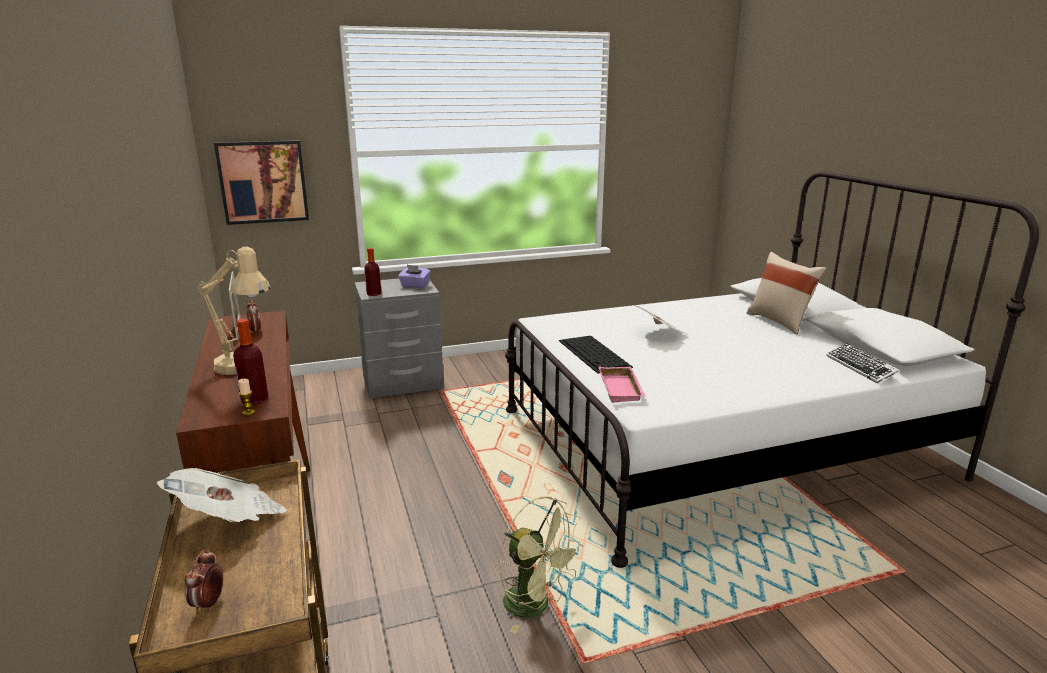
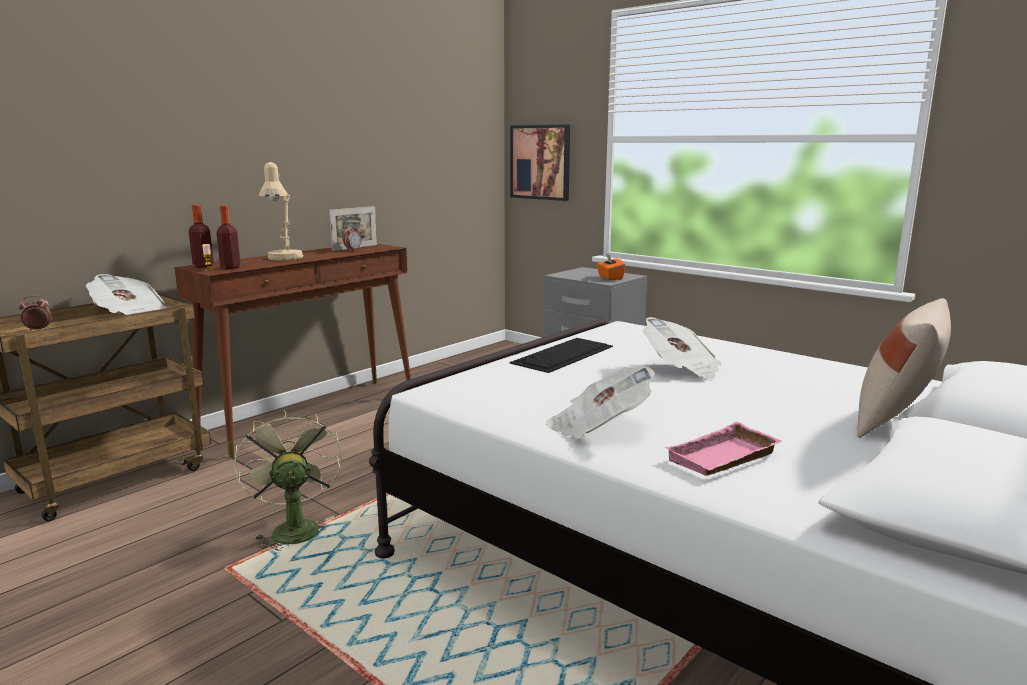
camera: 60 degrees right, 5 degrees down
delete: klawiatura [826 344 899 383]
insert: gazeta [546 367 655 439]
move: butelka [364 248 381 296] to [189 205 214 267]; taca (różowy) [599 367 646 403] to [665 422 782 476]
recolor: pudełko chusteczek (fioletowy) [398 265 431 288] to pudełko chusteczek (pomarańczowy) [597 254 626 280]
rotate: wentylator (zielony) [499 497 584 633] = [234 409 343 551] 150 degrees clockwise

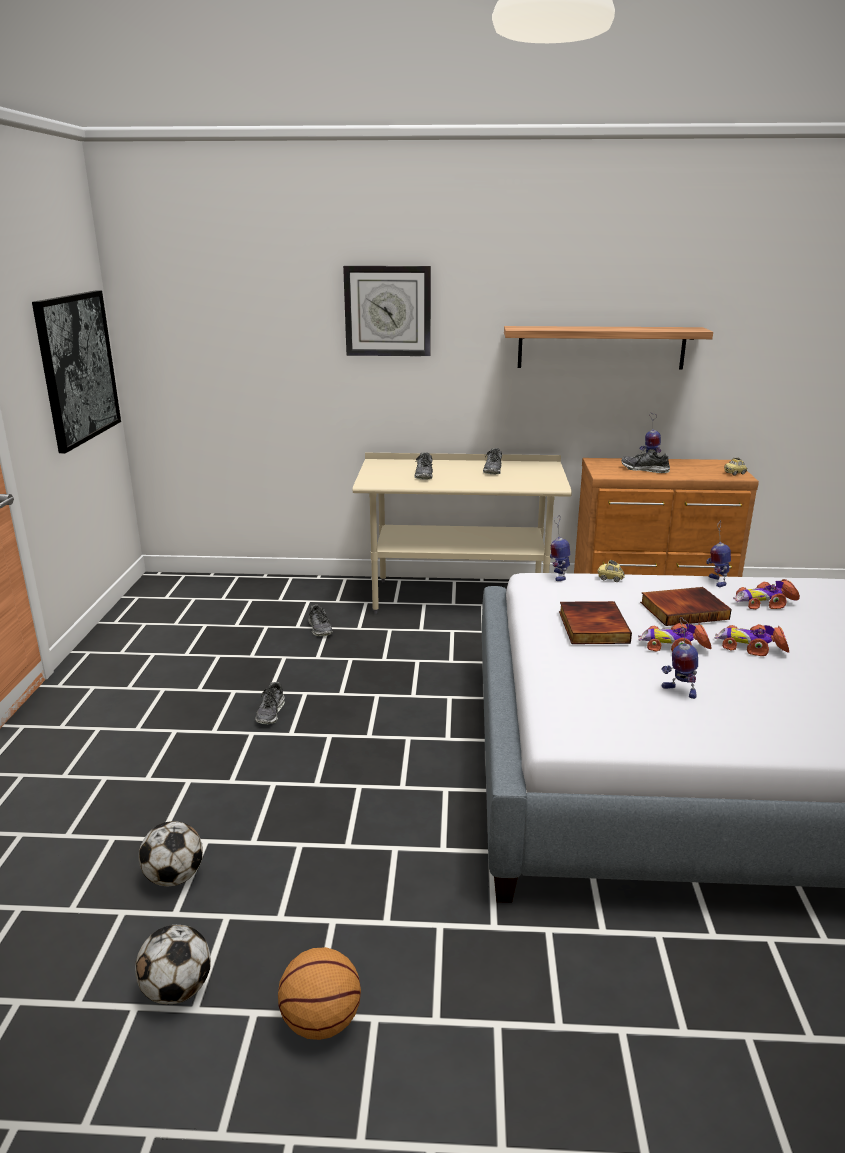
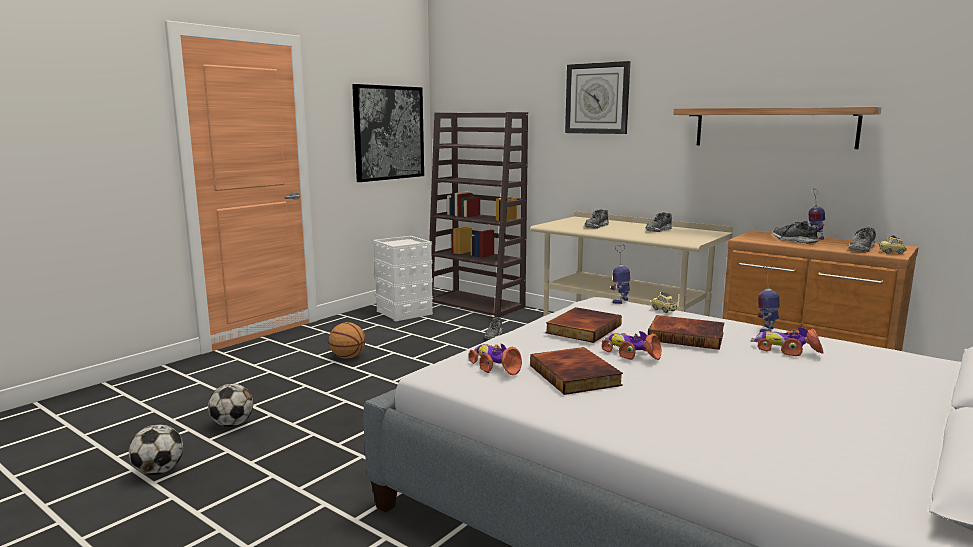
camera: 35 degrees right, 10 degrees down
insert: pojemnik do przechowywania (biały) [373 236 433 321]; regał (brązowy) [429 112 528 318]
move: but [255 682 285 724] to [848 227 876 252]; piłka do koszykówki [278 947 361 1040] to [329 322 365 359]; samochodzik [715 624 789 656] to [469 344 522 375]
replace: robot zabawkowy [661 617 698 699] to książka [530 347 623 395]

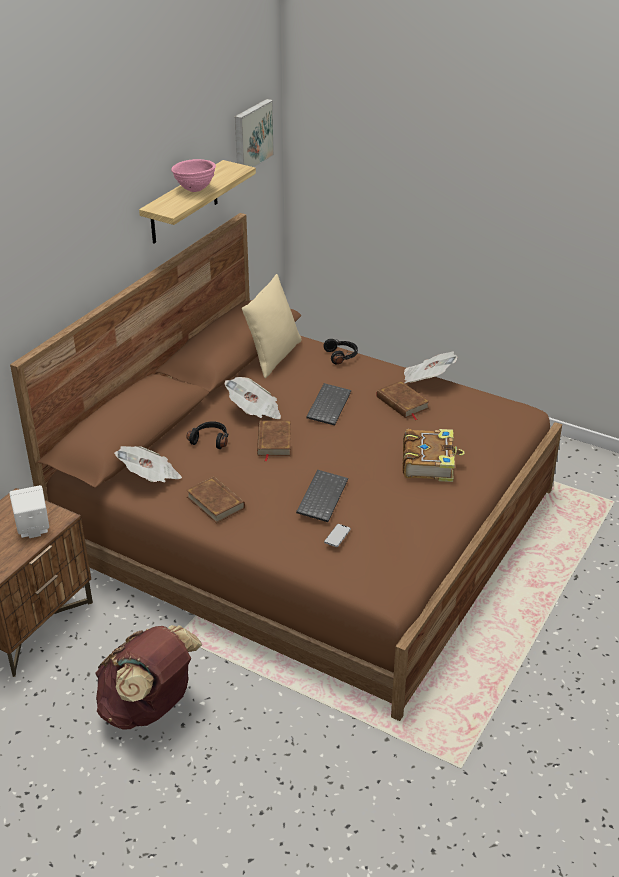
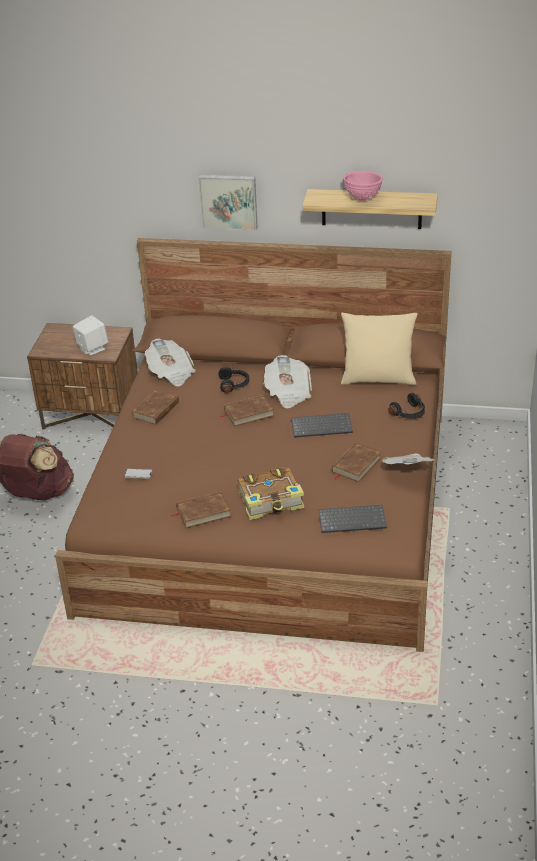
camera: 70 degrees right, 0 degrees up
insert: książka (brązowy) [171 491 231 528]
move: obraz [235 99 274 167] to [199 175 258 230]; klawiatura [296 470 348 522] to [319 505 387 533]

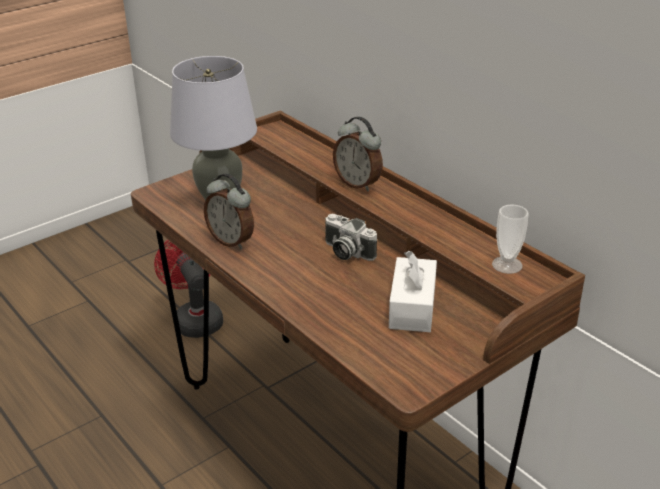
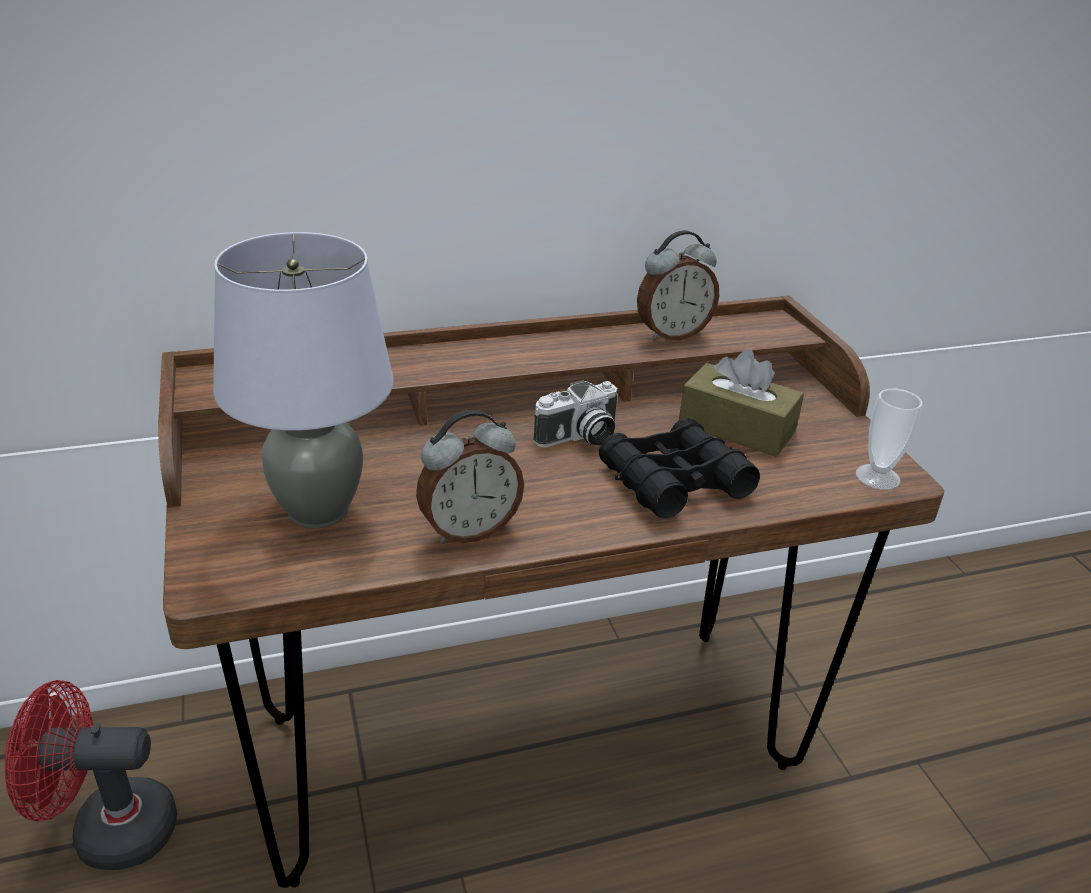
camera: 70 degrees left, 0 degrees up
insert: lornetka (czarny) [599 418 760 518]
move: budzik [333 117 383 192] to [637 231 719 341]; filiżanka [492 204 529 274] to [856 389 923 490]
recolor: pudełko chusteczek (biały) [389 251 437 332] to pudełko chusteczek (brązowy) [679 350 804 456]

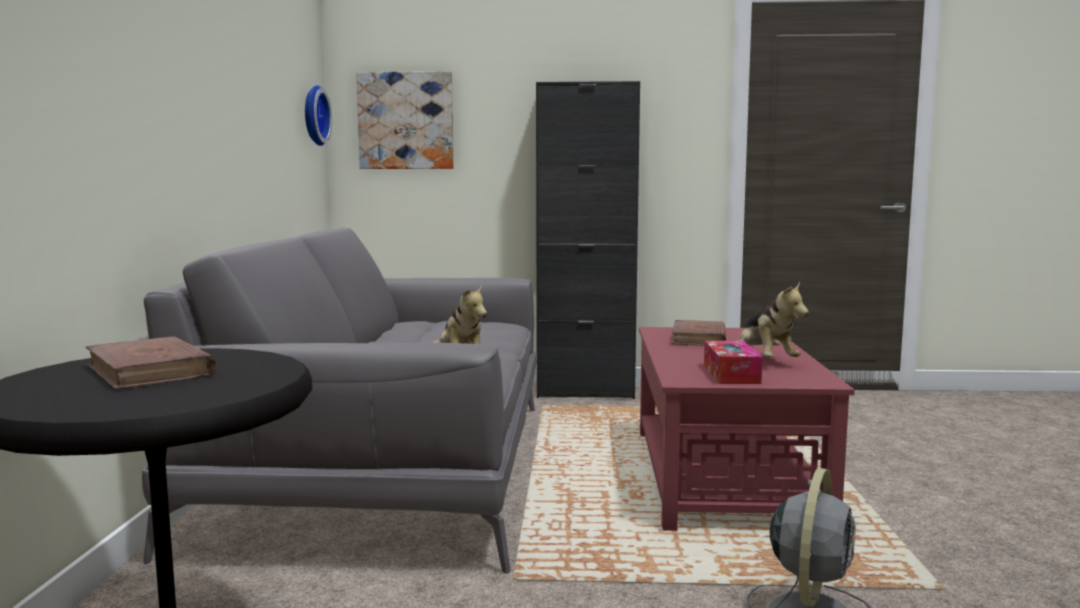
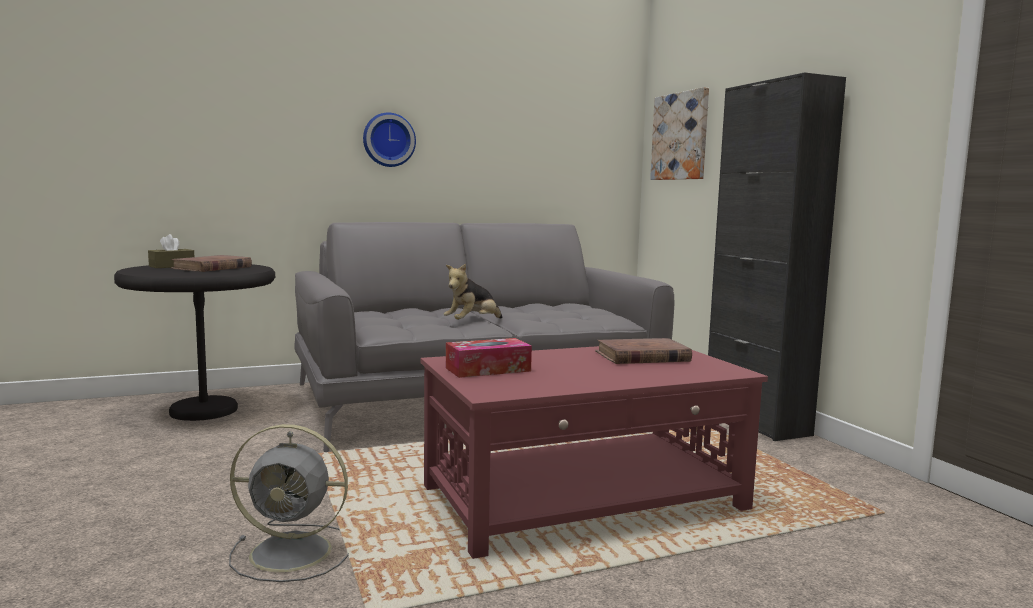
camera: 65 degrees right, 0 degrees up
delete: pluszak [737 282 809 357]
insert: pudełko chusteczek (brązowy) [148 234 194 268]
move: zegar ścienny [305 85 332 146] to [363 112 416 167]

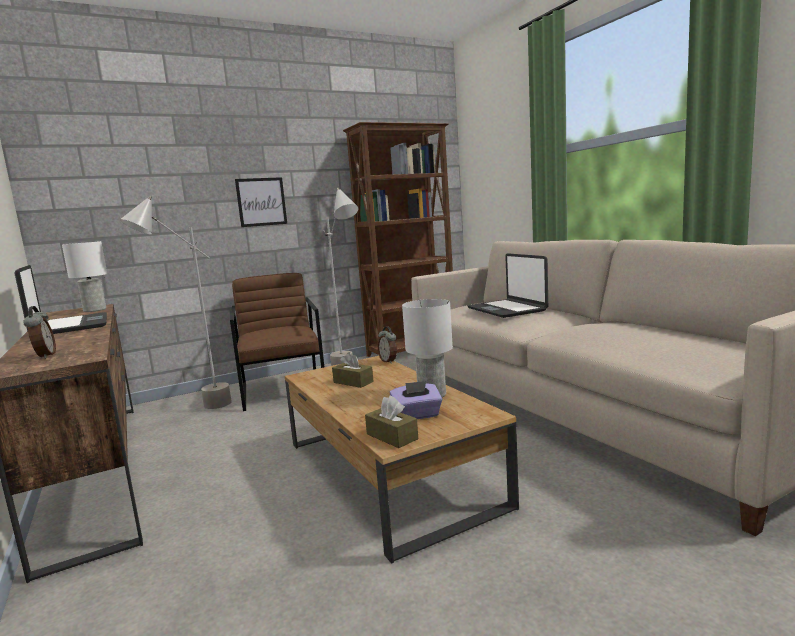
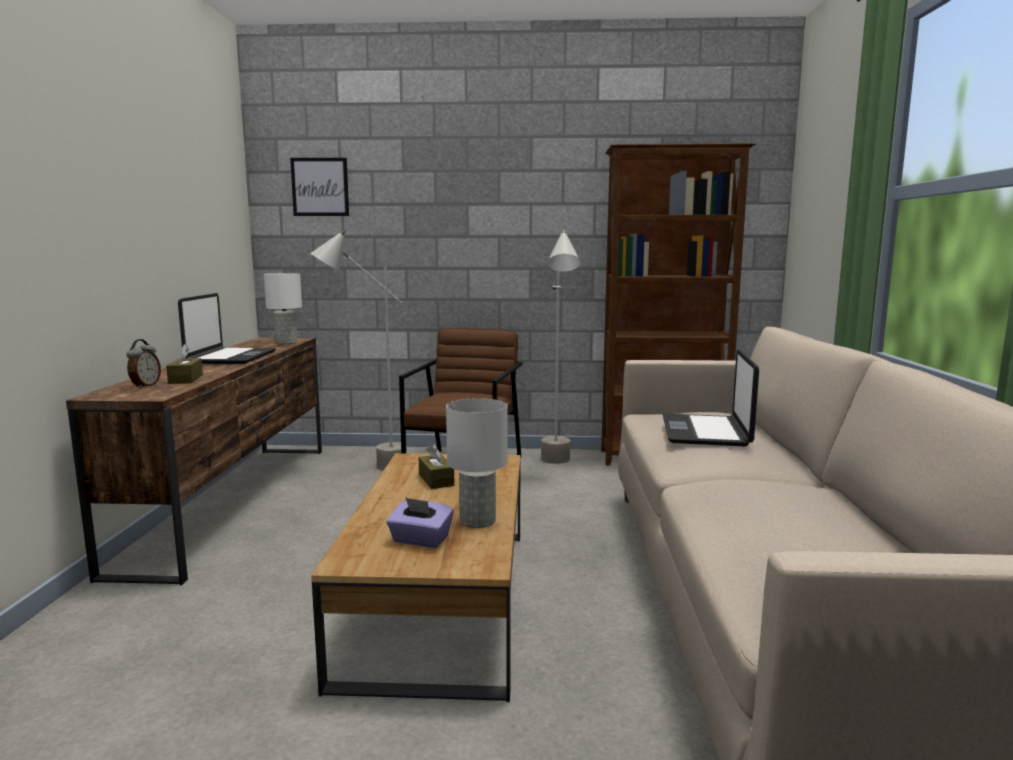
camera: 30 degrees right, 0 degrees up
delete: budzik [378 326 397 364]
move: obraz [235 177 287 227] to [290 158 349 216]; pudełko chusteczek (brązowy) [365 396 418 448] to [166 344 203 384]

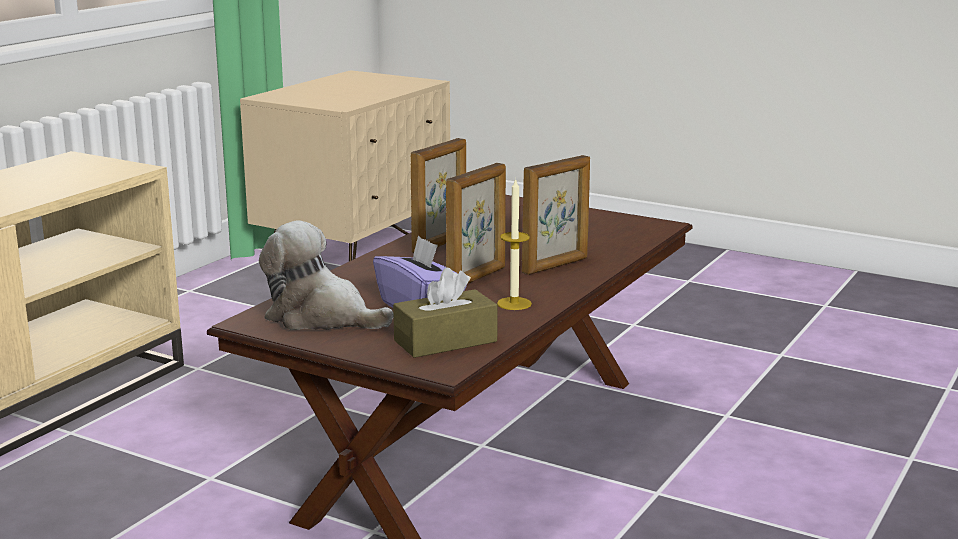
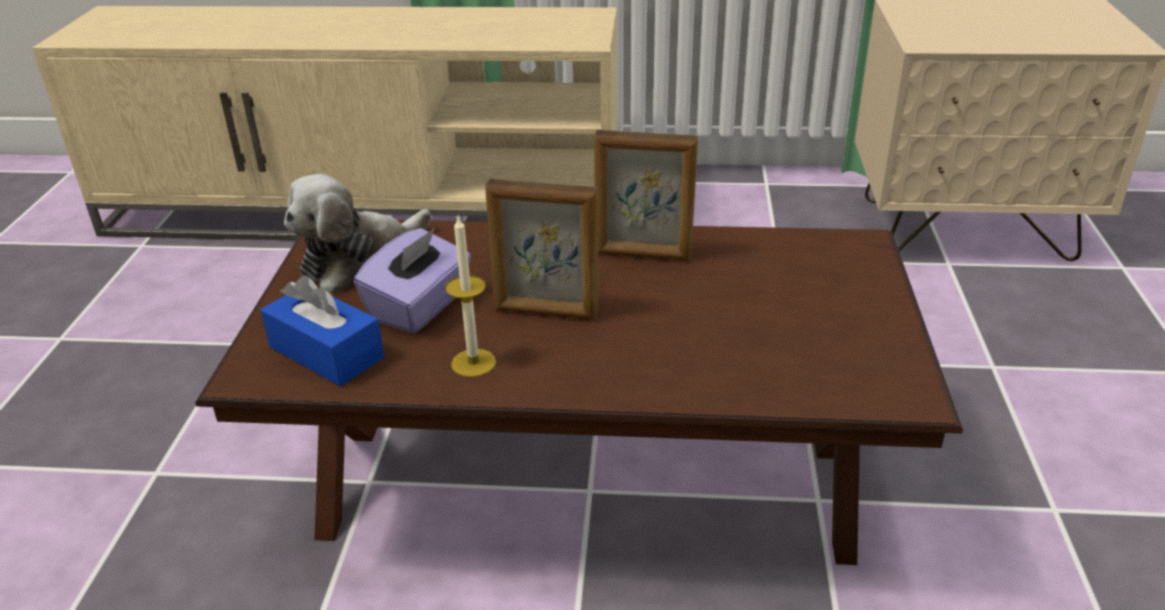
camera: 65 degrees right, 15 degrees up
delete: ramka na zdjęcie [522 155 590 275]
recolor: pudełko chusteczek (brązowy) [393 267 498 358] to pudełko chusteczek (niebieski) [261 276 385 386]
rotate: pluszak [259 220 394 330] = [284 174 431 294] 135 degrees counterclockwise

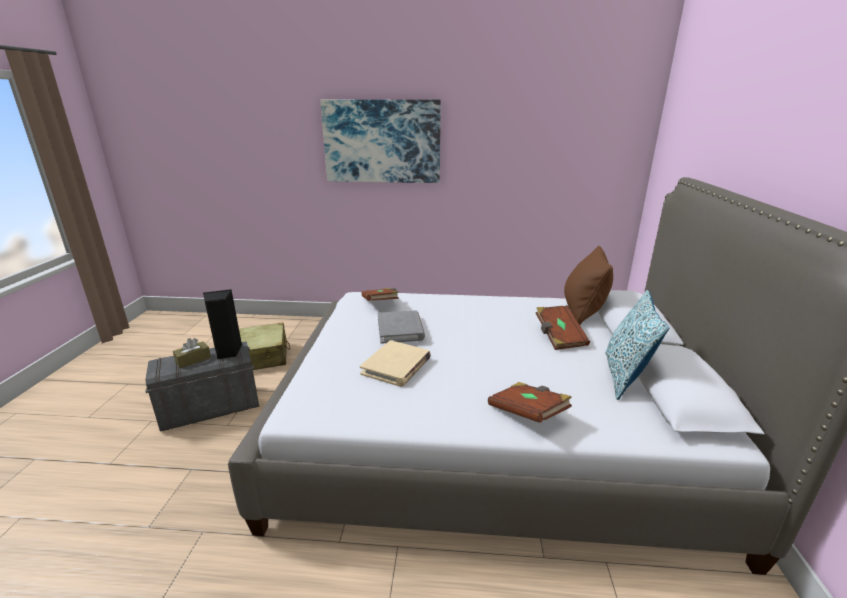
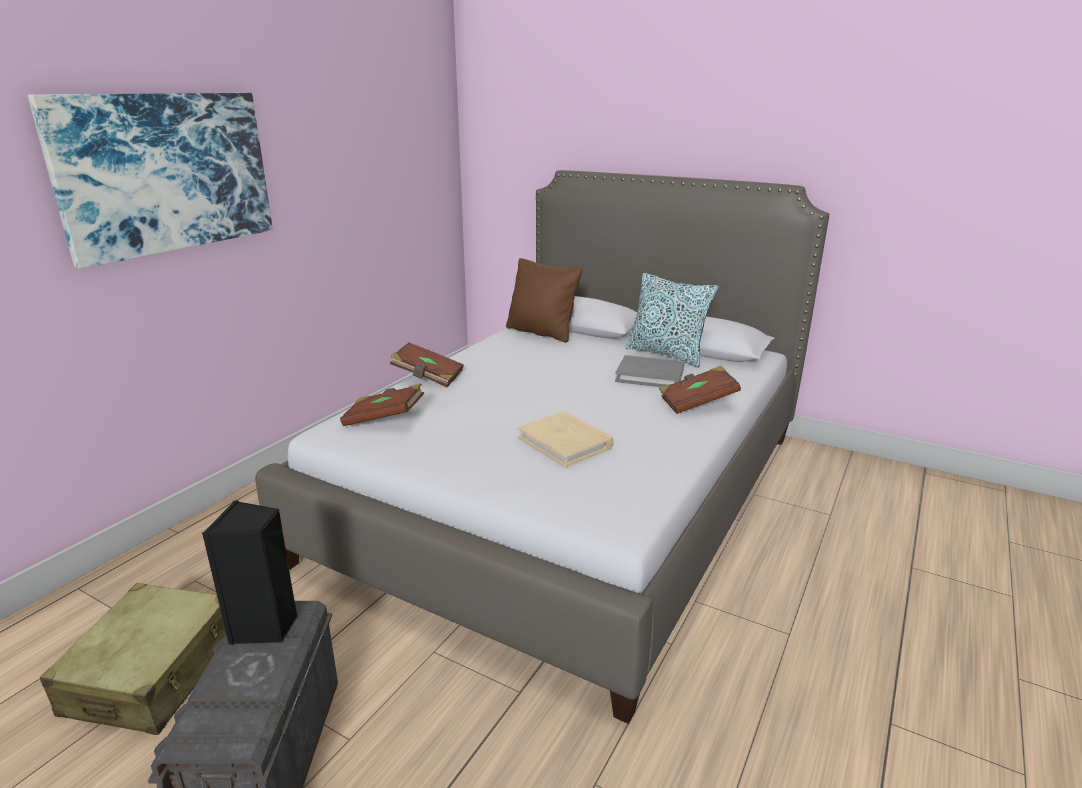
camera: 65 degrees left, 0 degrees up
delete: pudełko chusteczek (brązowy) [173 338 211 368]
move: książka (szary) [378 310 425 344] to [615 355 684 387]; książka (brązowy) [535 305 590 350] to [390 342 464 387]

